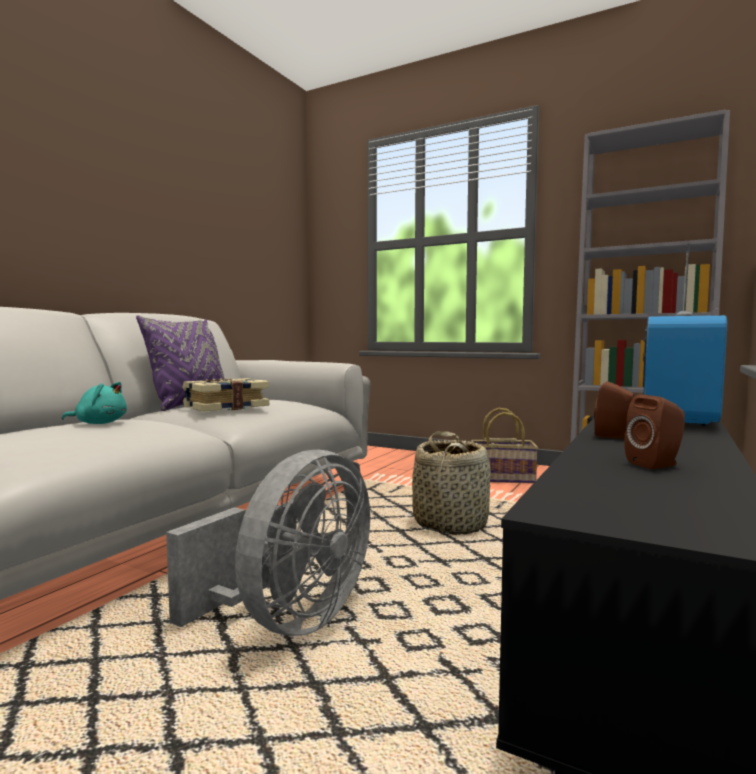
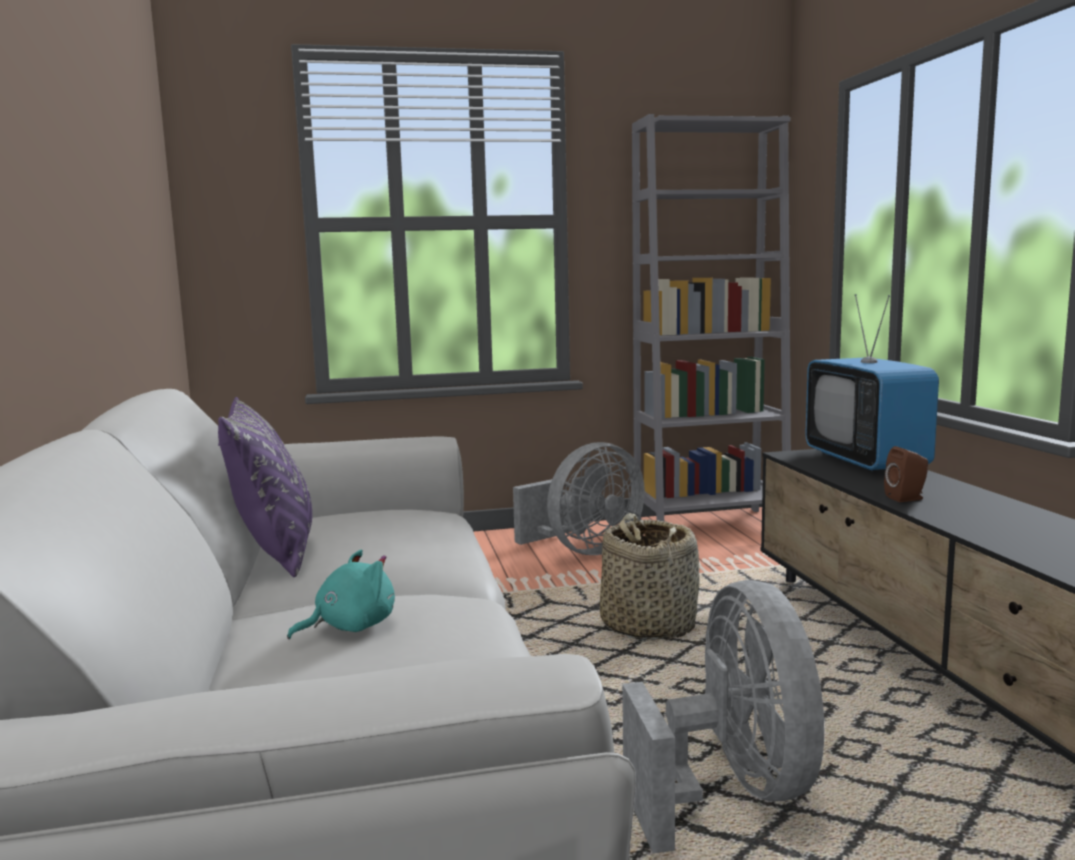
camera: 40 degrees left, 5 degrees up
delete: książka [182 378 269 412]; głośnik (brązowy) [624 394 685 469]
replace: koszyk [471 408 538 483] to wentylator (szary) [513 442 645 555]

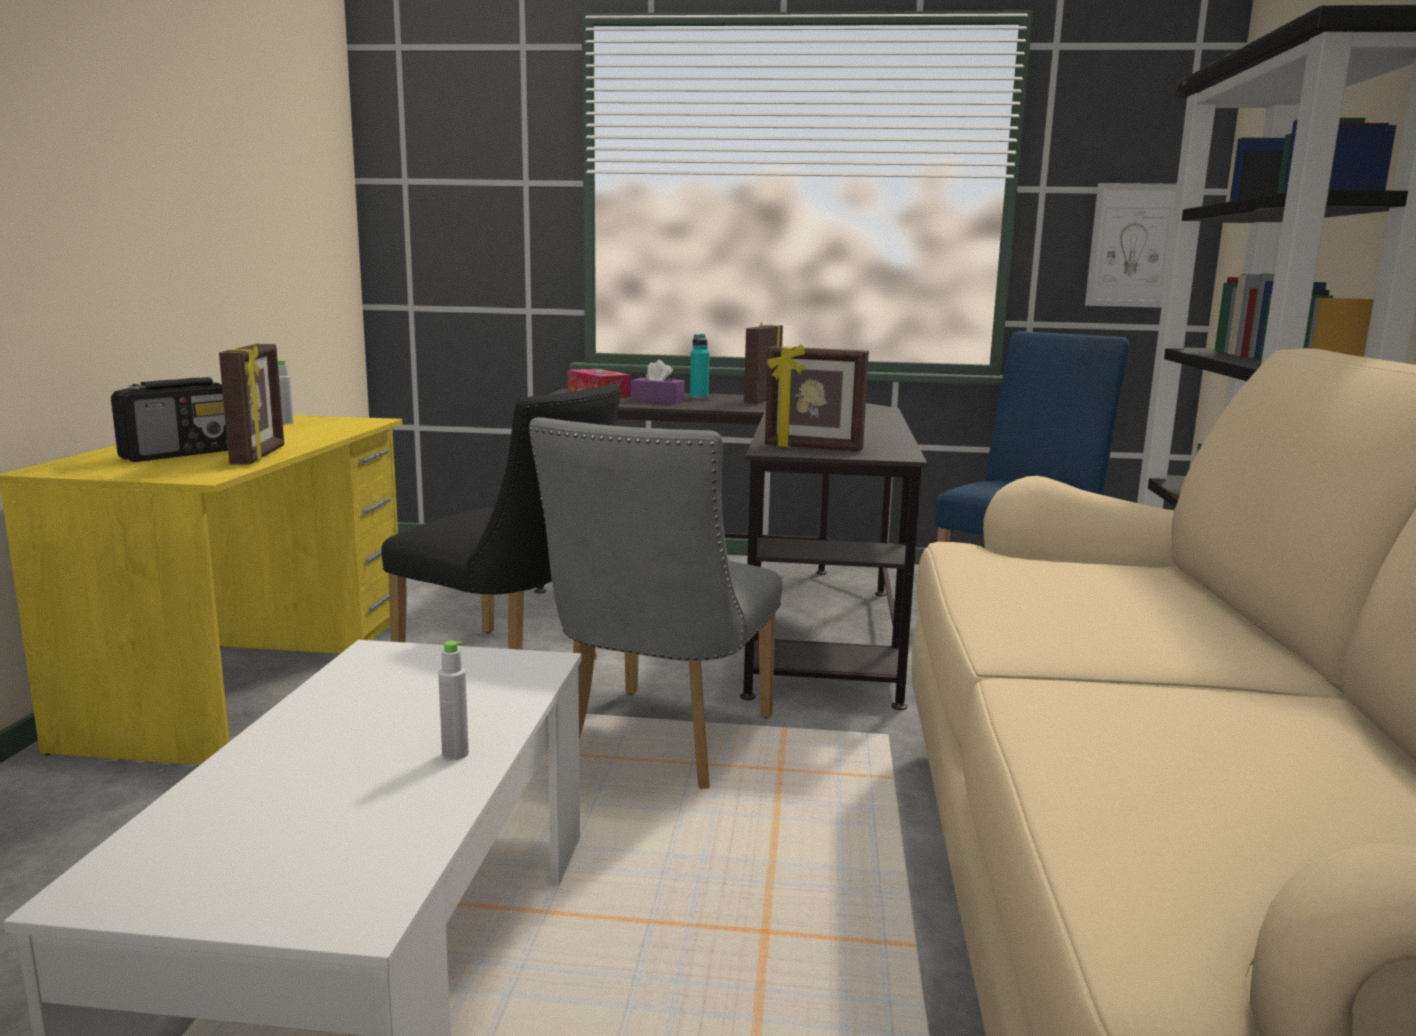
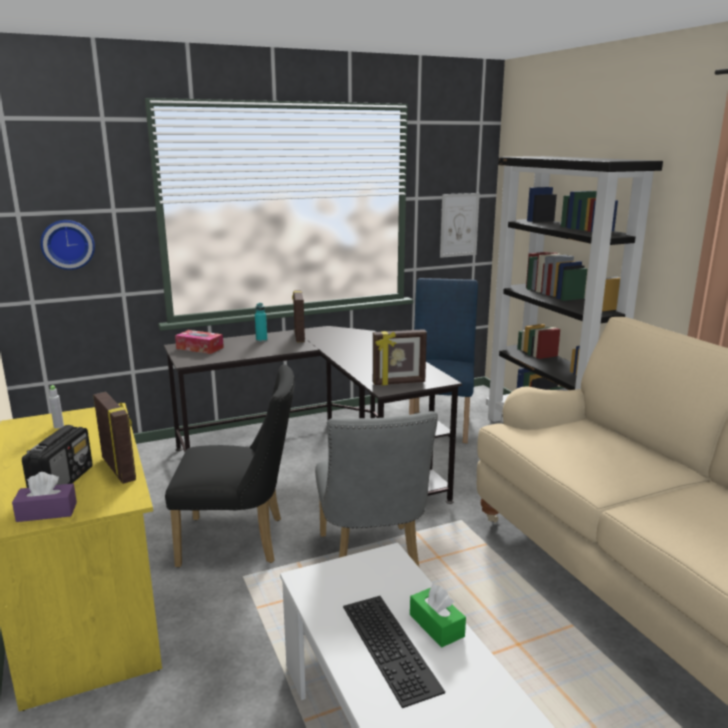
camera: 30 degrees left, 5 degrees up
insert: zegar ścienny [40 220 95 270]; klawiatura [343 596 445 708]
move: pudełko chusteczek (fioletowy) [631 360 685 404] to [12 472 77 522]
replace: butelka (szary) [438 641 469 760] to pudełko chusteczek (zielony) [410 584 466 647]

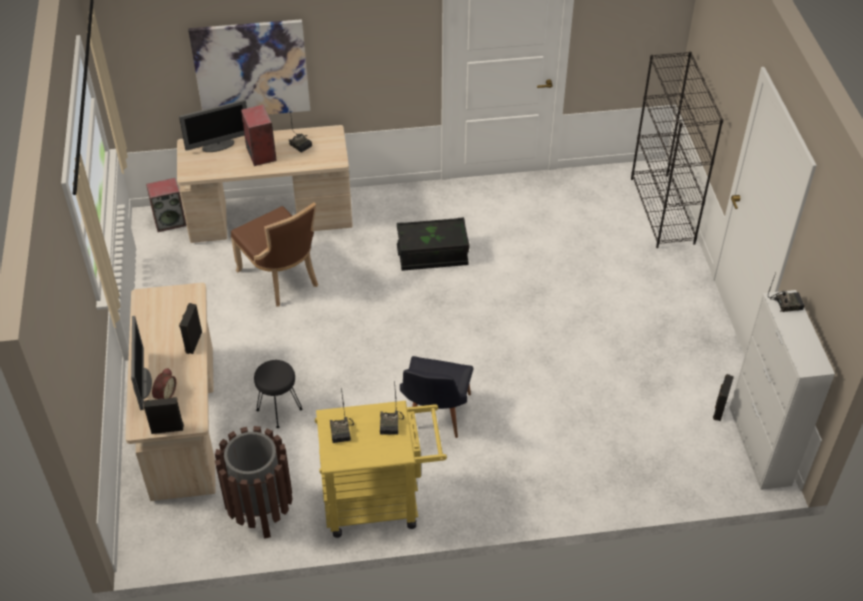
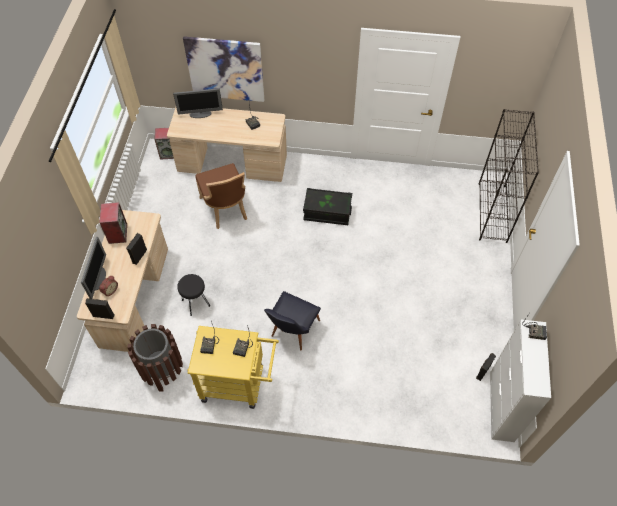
camera: 15 degrees right, 10 degrees up
move: głośnik [241 104 277 166] to [99 202 127 244]

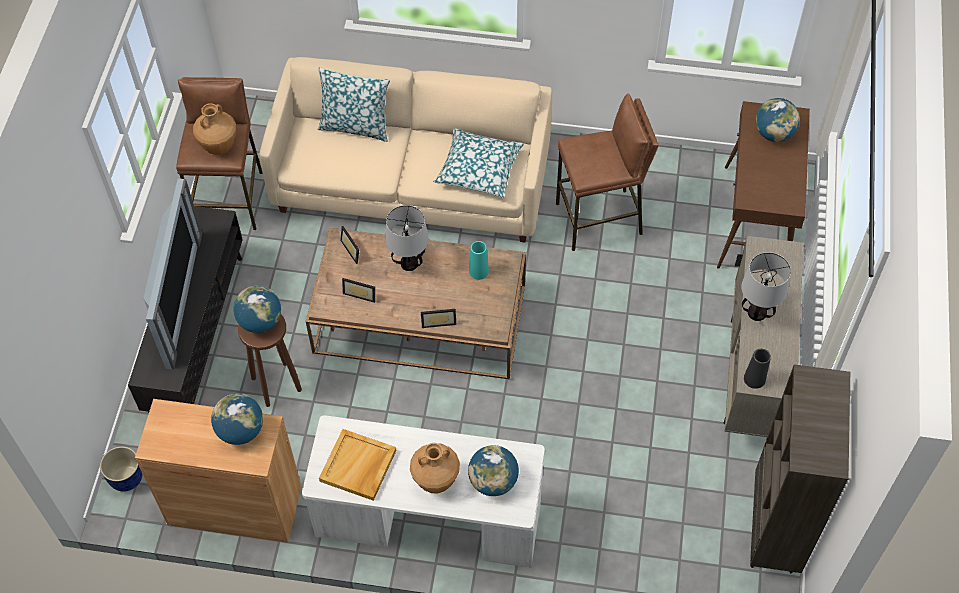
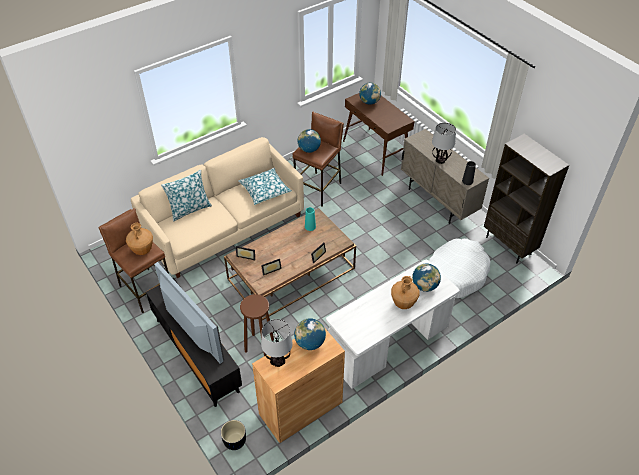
camera: 45 degrees left, 10 degrees down
delete: taca (beżowy) [319 429 396 501]
insert: legowisko (biały) [429 238 491 298]
move: globus [233 286 281 333] to [298 129 321 153]; lampa stołowa [386 205 429 271] to [261 319 293 367]
recolor: donica (niebieski) [100 446 143 491] to donica (czarny) [221 420 246 450]

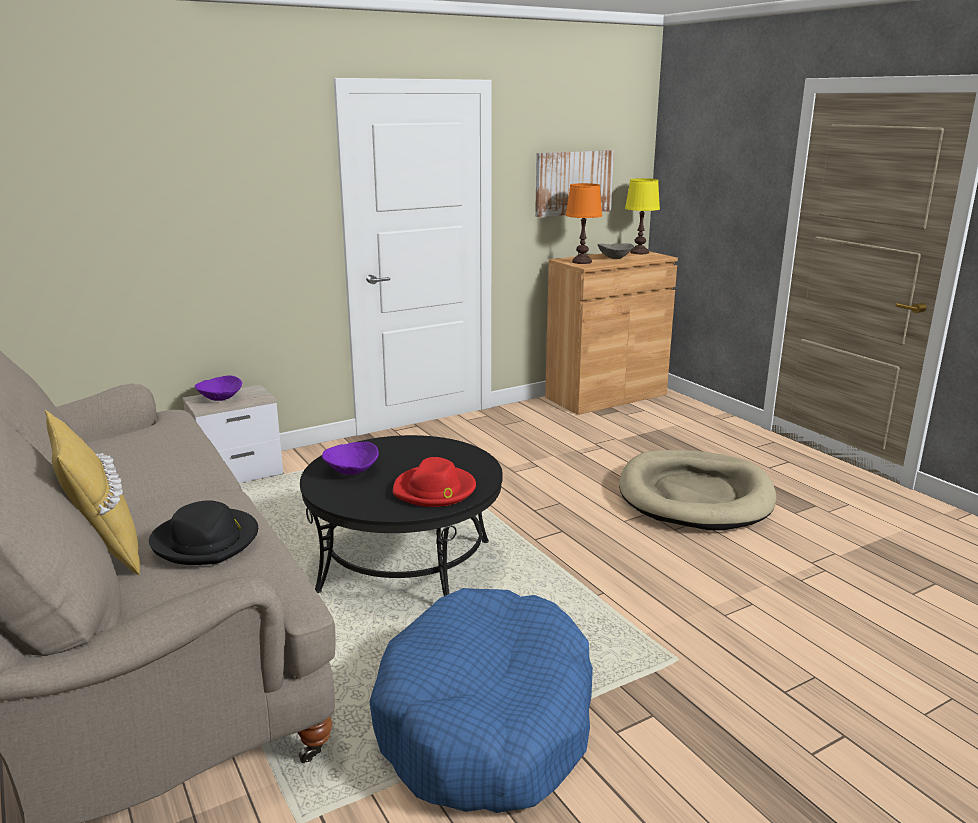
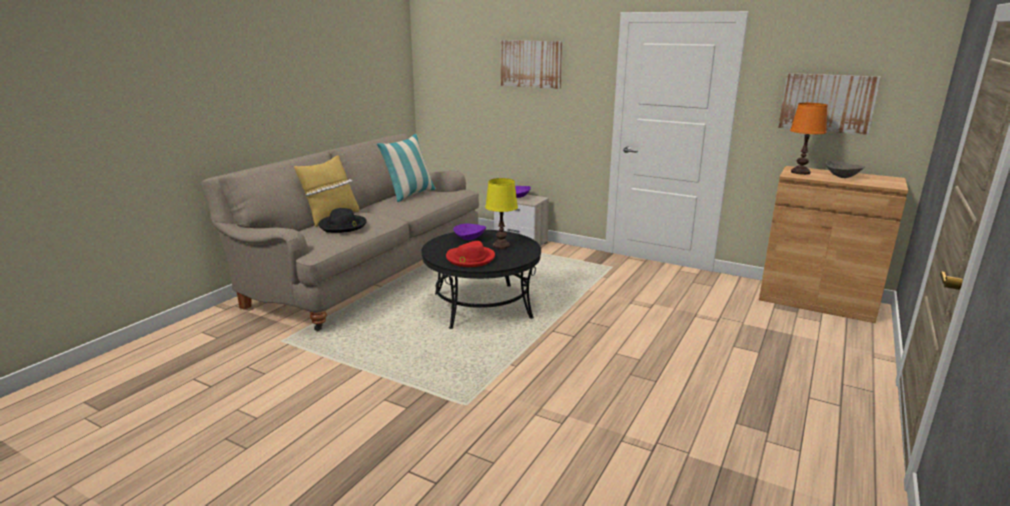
camera: 60 degrees right, 0 degrees up
delete: legowisko (niebieski) [369 588 593 813]; legowisko (beżowy) [619 450 776 531]
insert: poduszka [377 134 436 202]; obraz [501 40 562 89]
move: lampa stołowa (żółty) [625 178 660 254] to [485 178 518 249]

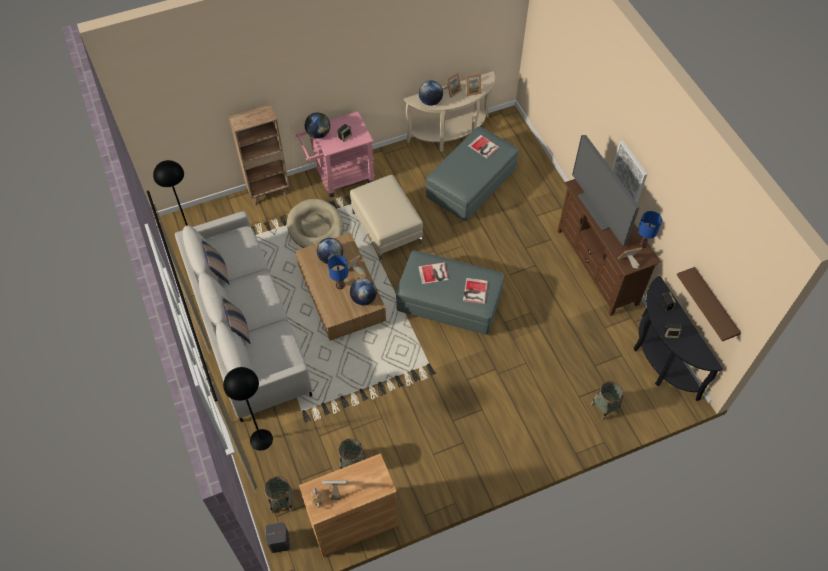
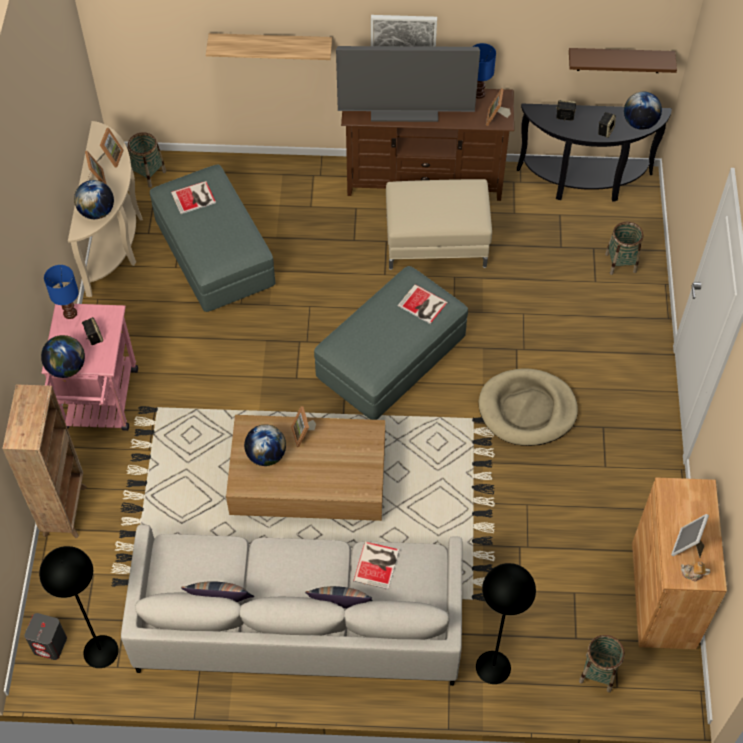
camera: 65 degrees left, 0 degrees up
insert: półka [206 33 332 60]
move: głośnik (szary) [265 522 290 553] to [24 613 67 660]; legowisko (beżowy) [287 199 343 248] to [478 369 578 446]; lampa stołowa (niebieski) [328 255 348 289] to [44 265 79 319]; koszyk [338 438 365 469] to [127 132 166 188]; pufa (beżowy) [350 175 423 261] to [386 179 492 270]; globus [350 278 377 305] to [624 92 662 130]; książka [418 262 449 285] to [353 542 399 590]

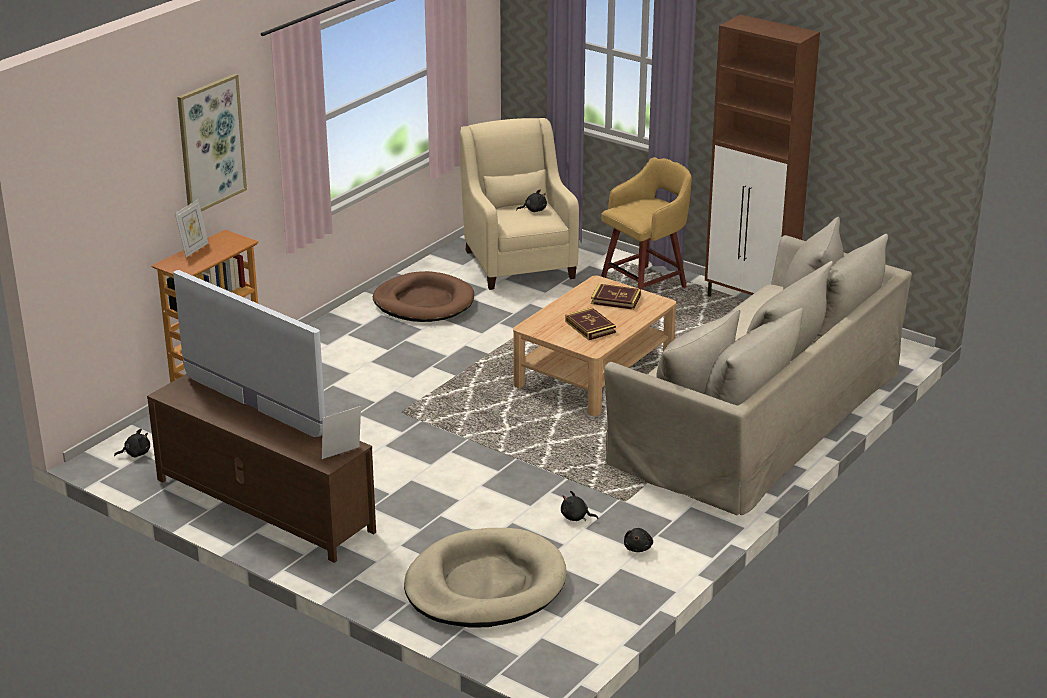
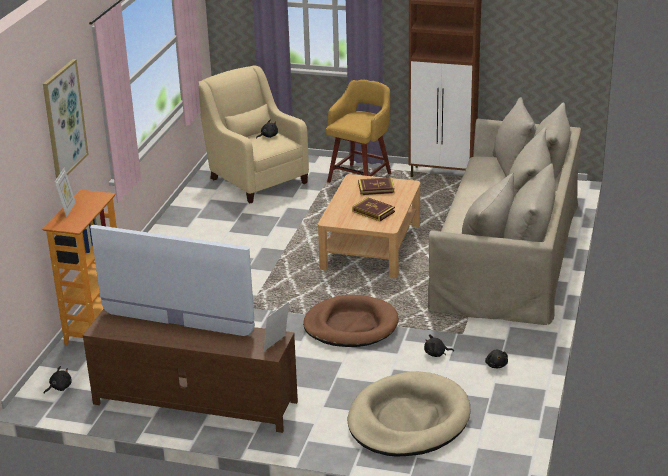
camera: 20 degrees left, 0 degrees up
move: legowisko (brązowy) [373 271 474 322] to [303 295 399 347]

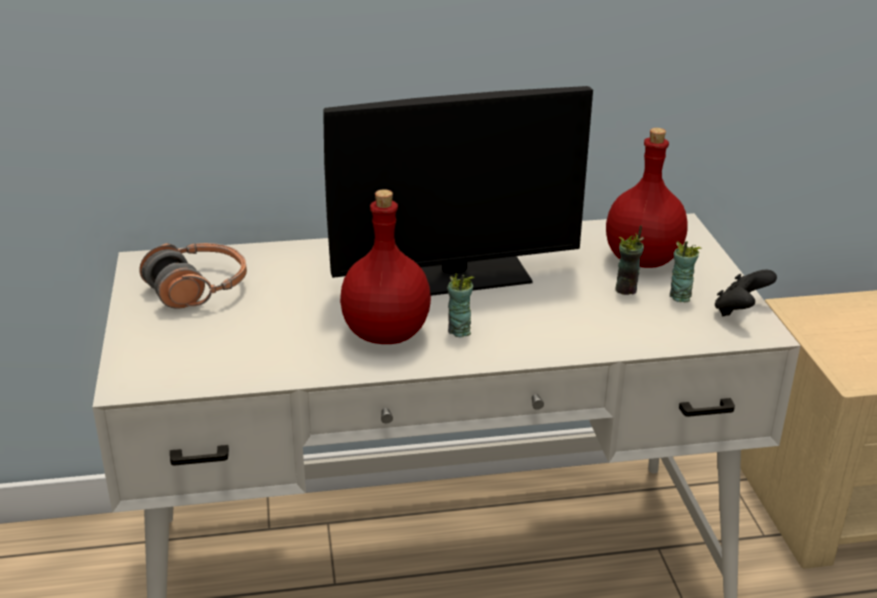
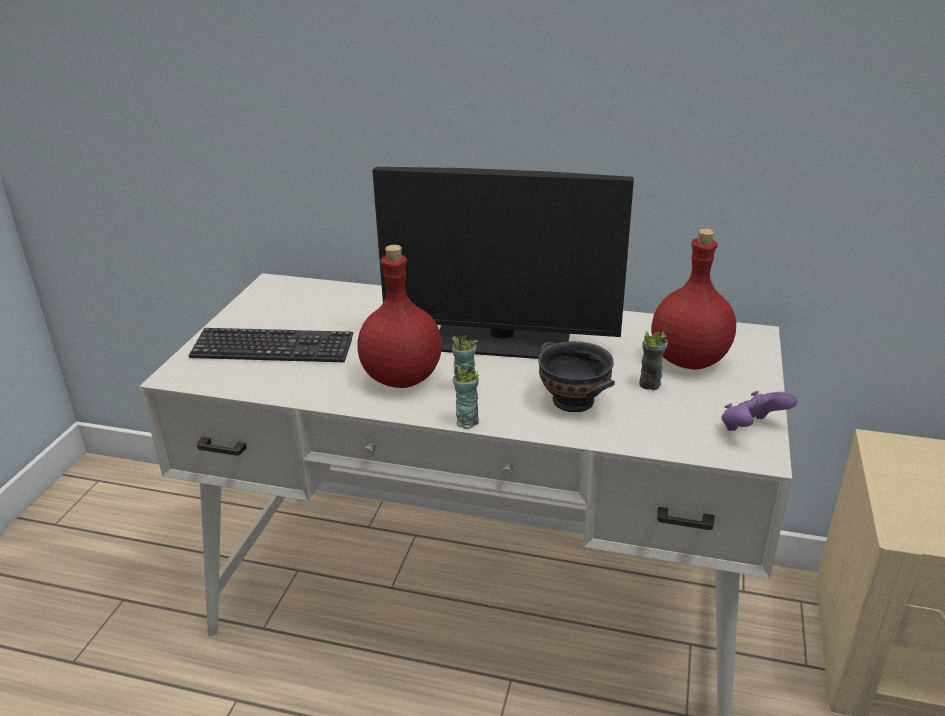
camera: 25 degrees right, 0 degrees up
delete: słuchawki [139 243 247 309]
insert: klawiatura [189 328 354 362]; miska (czarny) [538 341 615 412]
move: filiżanka [670 241 701 302] to [453 364 479 429]
recolor: pad do gier (czarny) [715 270 777 316] to pad do gier (fioletowy) [722 391 797 431]

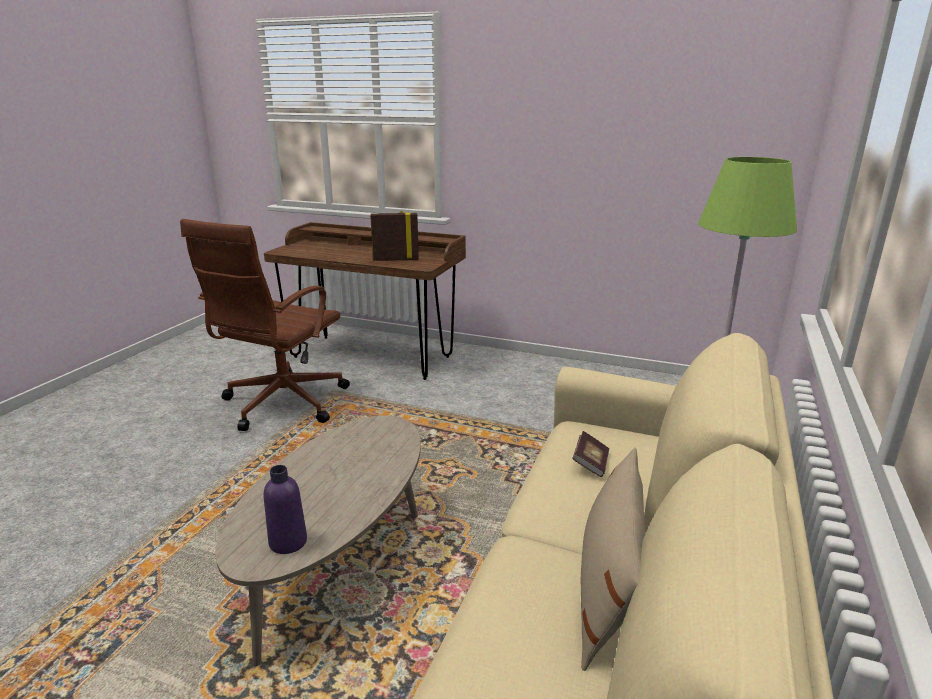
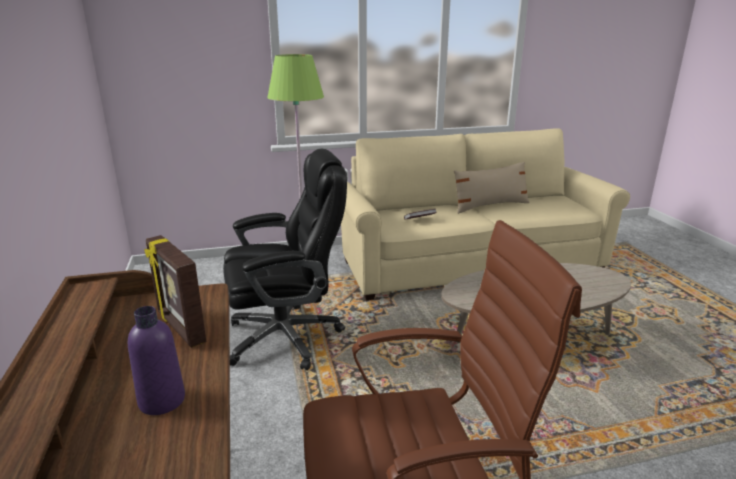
camera: 125 degrees left, 0 degrees up
insert: krzesło biurowe (czarny) [223 149 347 370]
move: butelka (fioletowy) [264 465 307 554] to [128 306 185 415]

